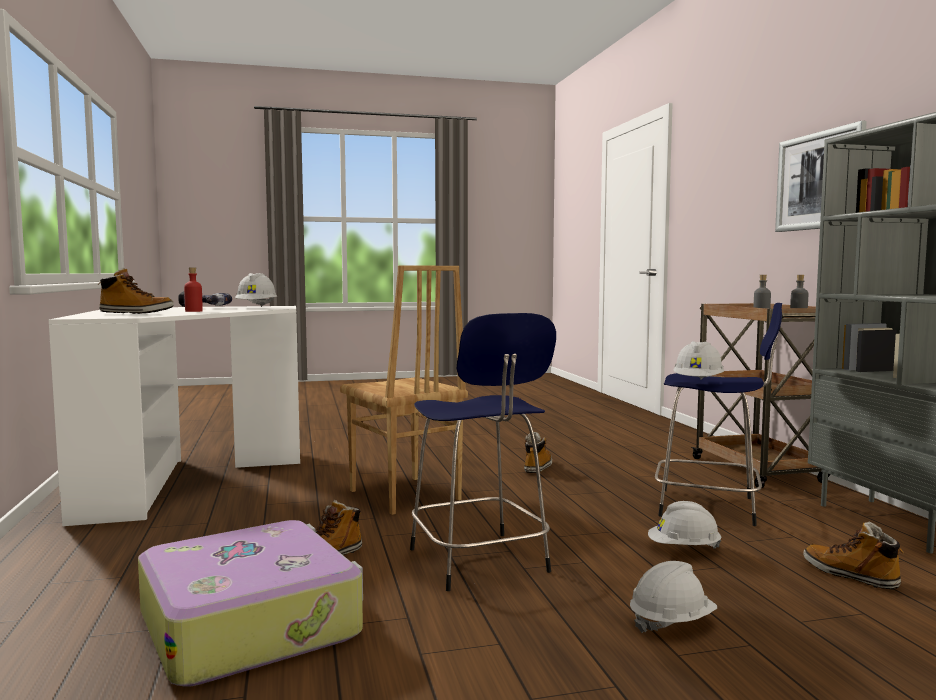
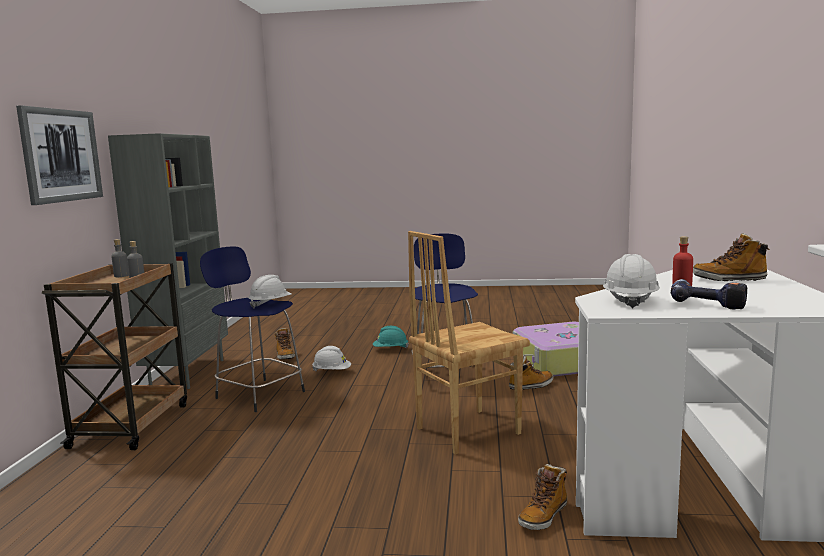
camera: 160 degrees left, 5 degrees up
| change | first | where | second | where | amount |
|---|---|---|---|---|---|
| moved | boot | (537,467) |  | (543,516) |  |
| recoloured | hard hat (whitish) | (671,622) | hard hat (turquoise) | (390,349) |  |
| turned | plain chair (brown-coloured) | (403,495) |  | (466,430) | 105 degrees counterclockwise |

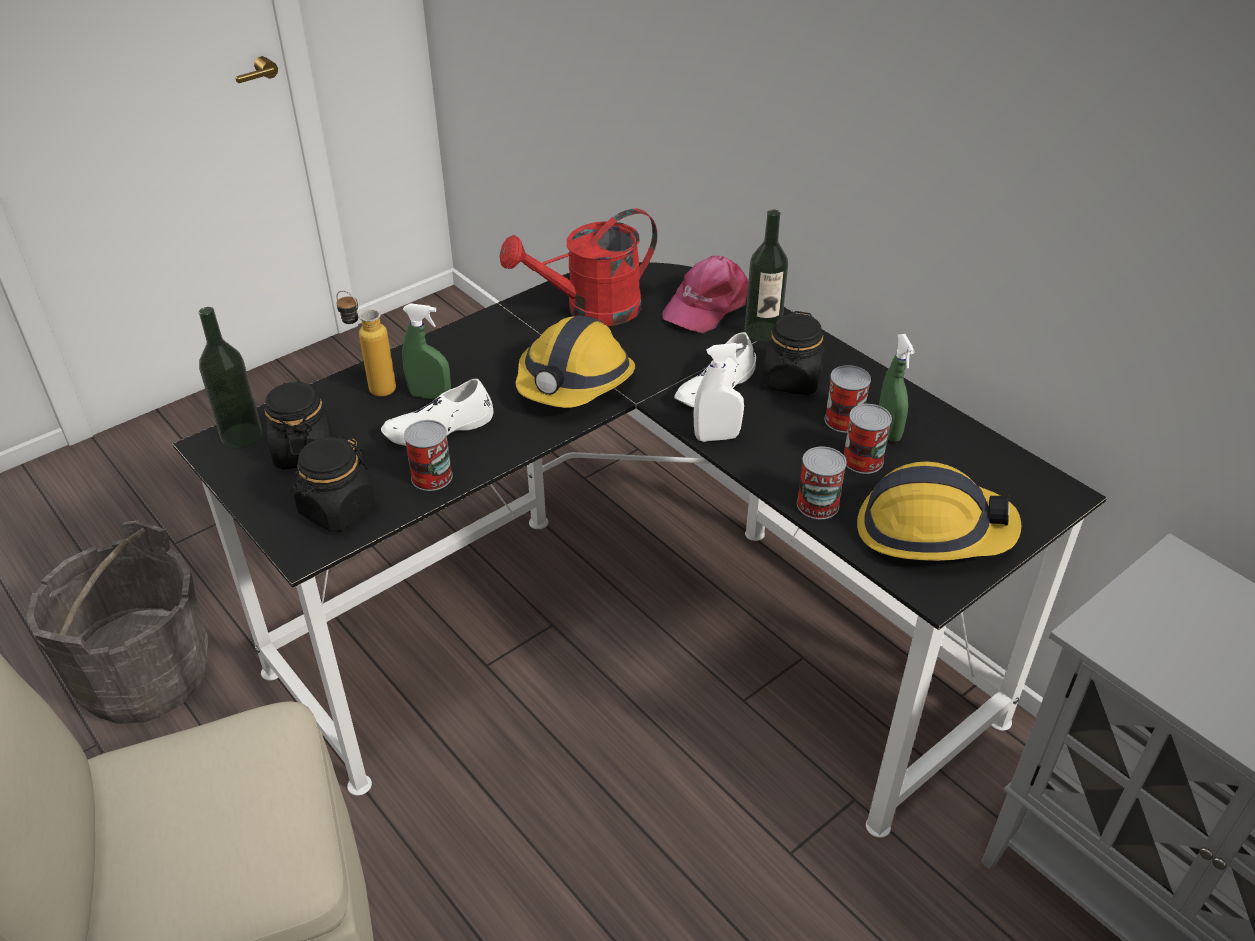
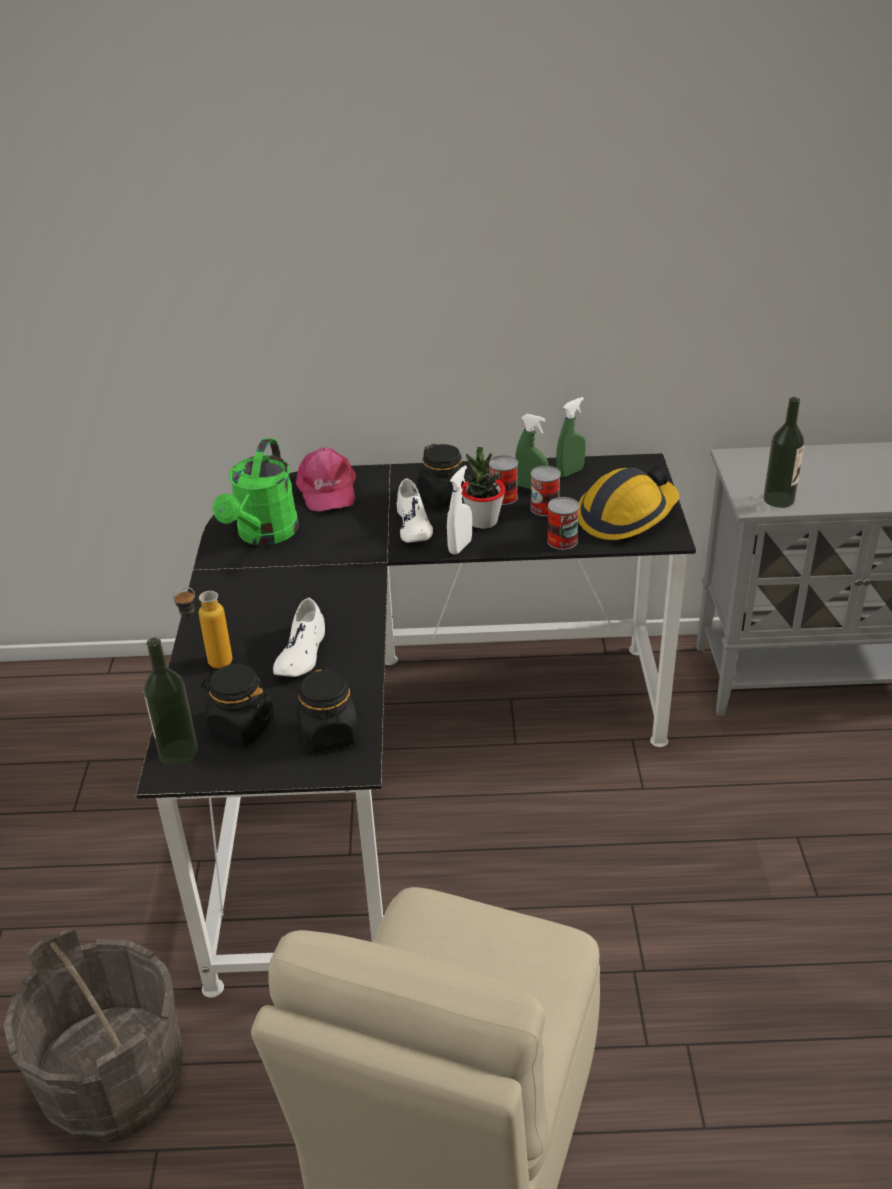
camera: 50 degrees left, 5 degrees down
| change | first | where | second | where | amount |
|---|---|---|---|---|---|
| removed | metal can | (431,477) |  |  |  |
| removed | hard hat | (574,382) |  |  |  |
| added |  |  | houseplant | (483,521) |  |
| moved | hand sprayer (green) | (430,396) |  | (570,472) |  |
| moved | drink bottle | (762,332) |  | (778,499) |  |
| recoloured | watering pot (reddish) | (590,310) | watering pot (green) | (264,535) |  |

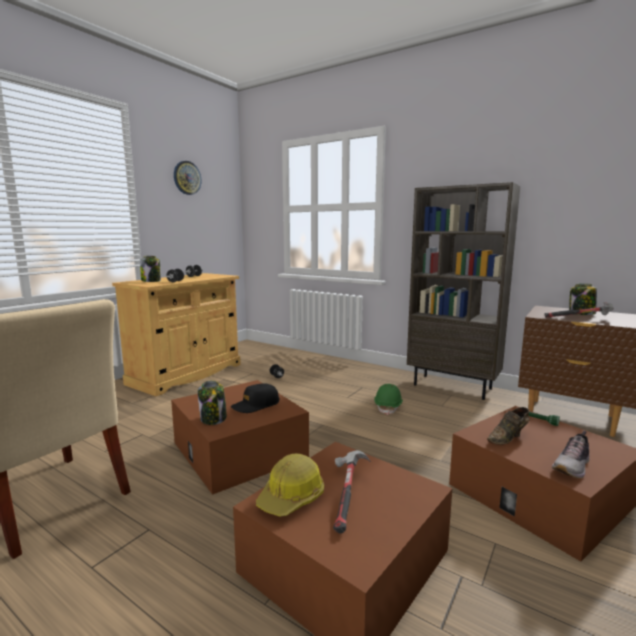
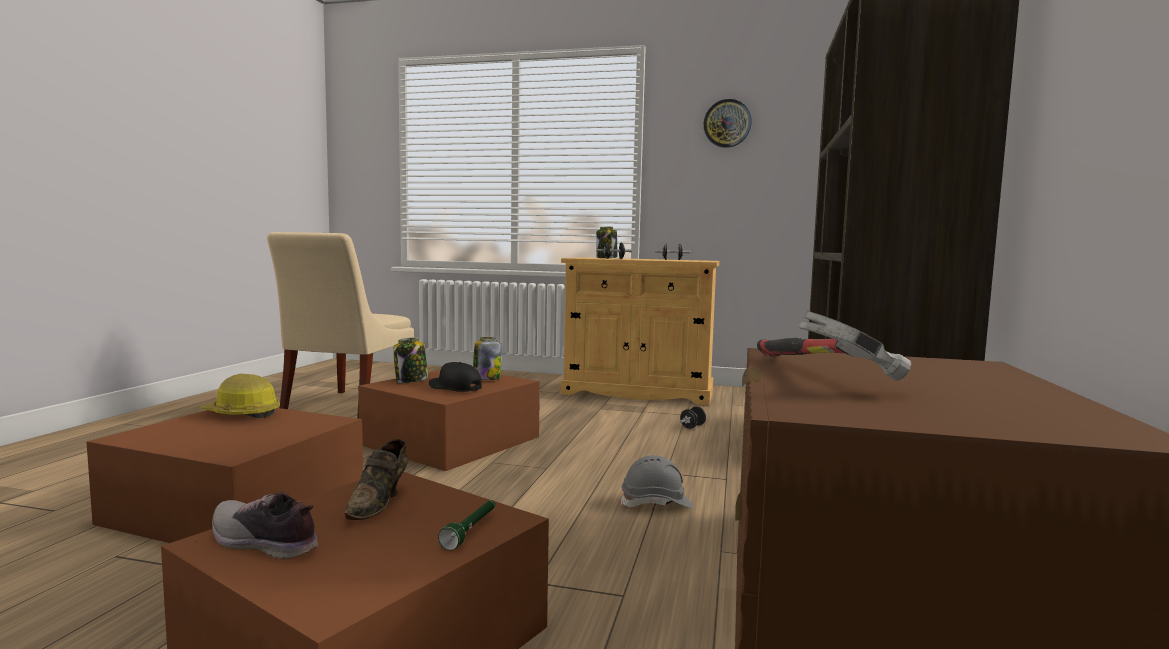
camera: 70 degrees right, 5 degrees down
| change | first | where | second | where | amount |
|---|---|---|---|---|---|
| removed | hand hammer | (347,496) |  |  |  |
| moved | jar | (581,314) |  | (486,378) |  |
| recoloured | hard hat (green) | (388,407) | hard hat (grey) | (656,504) |  |
| turned | low shoe (brown-coloured) | (508,438) |  | (380,502) | 120 degrees counterclockwise |

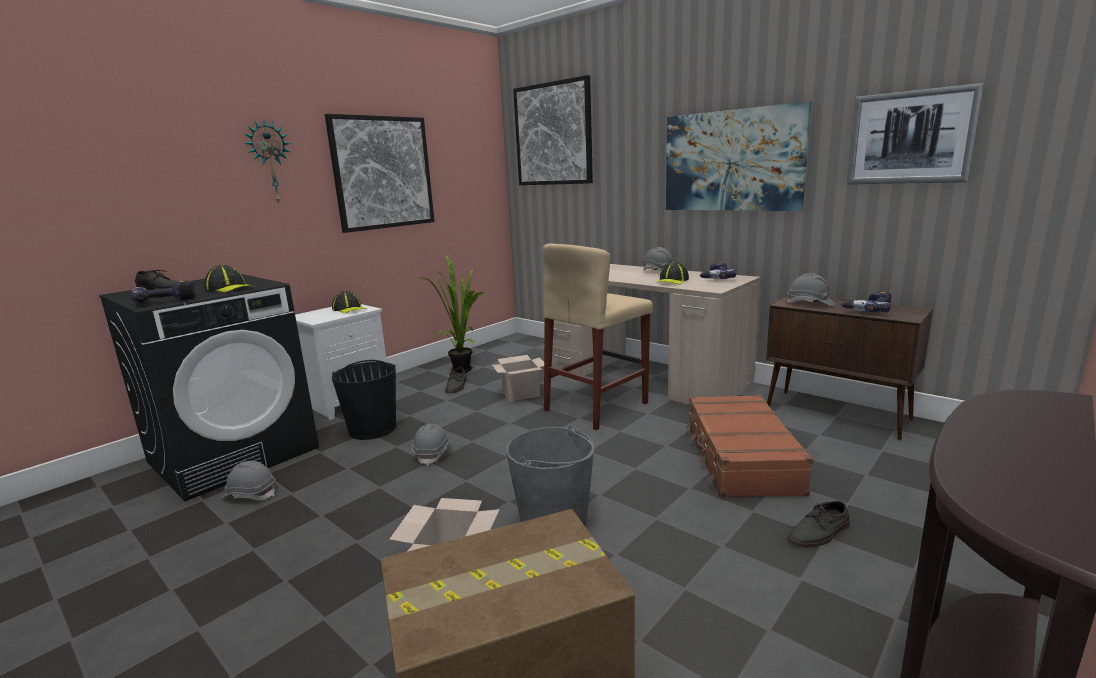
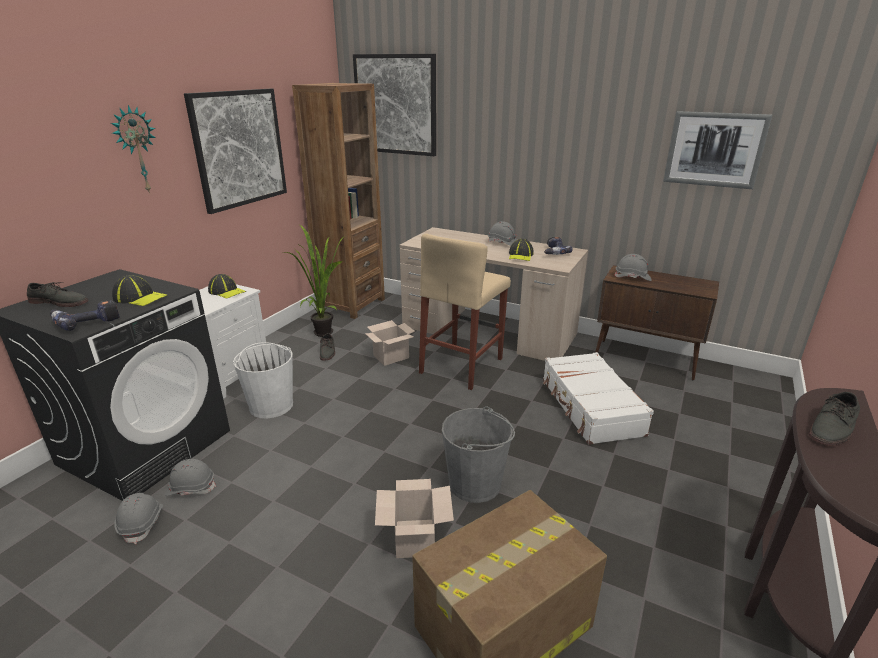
camera: 15 degrees left, 10 degrees up
| change | first | where | second | where | amount |
|---|---|---|---|---|---|
| removed | wall picture | (732,161) |  |  |  |
| removed | power drill | (867,310) |  |  |  |
| added |  |  | bookshelf (brown-coloured) | (351,304) |  |
| moved | hard hat (grey) | (433,453) |  | (142,523) |  |
| moved | low shoe (grey) | (819,533) |  | (833,428) |  |
| recoloured | bucket (black) | (372,428) | bucket (whitish) | (271,405) |  |
| recoloured | travel case (brown-coloured) | (740,458) | travel case (whitish) | (590,407) |  |

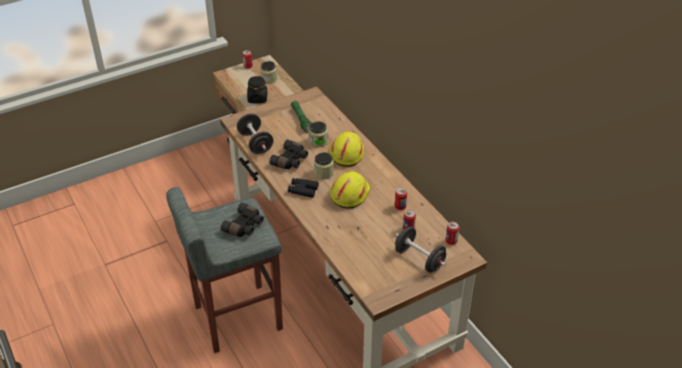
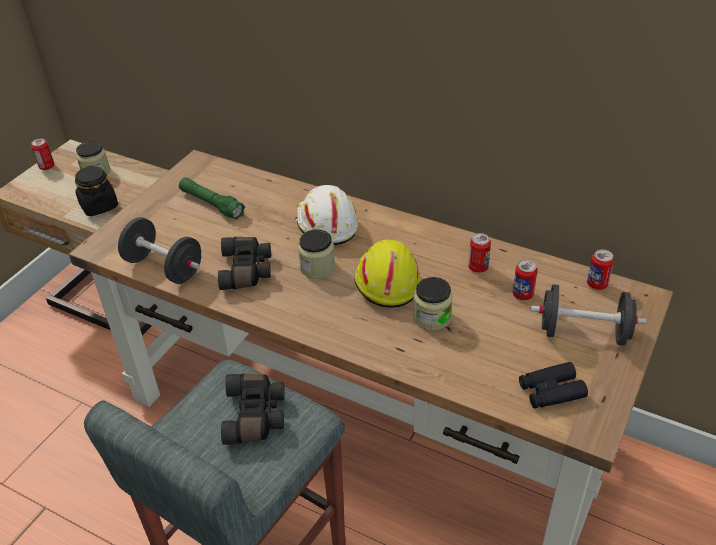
camera: 30 degrees left, 0 degrees up
| change | first | where | second | where | amount |
|---|---|---|---|---|---|
| moved | binoculars (black) | (303,190) |  | (551,391) |  |
| moved | jar | (318,142) |  | (432,317) |  |
| recoloured | hard hat (yellowish) | (346,153) | hard hat (whitish) | (325,225) |  |

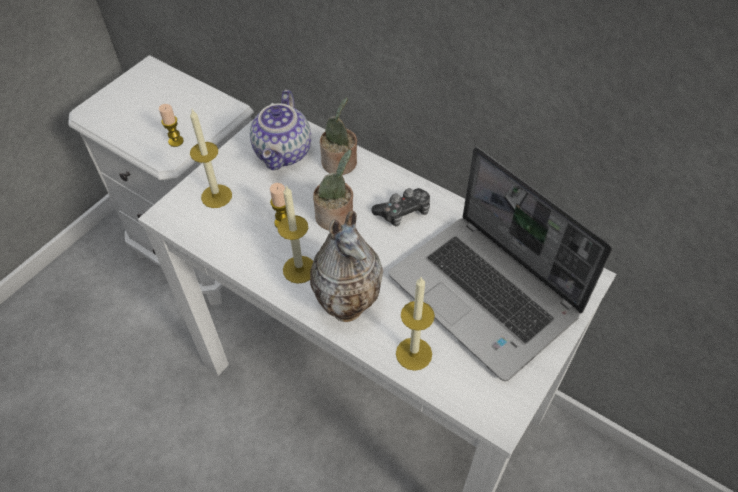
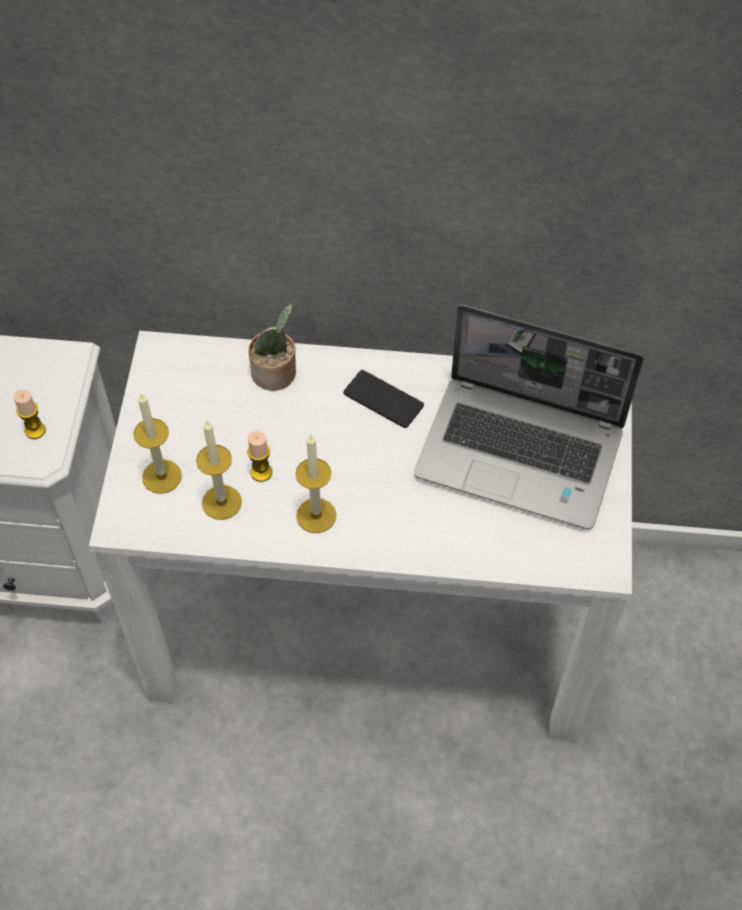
camera: 30 degrees left, 5 degrees up
| change | first | where | second | where | amount |
|---|---|---|---|---|---|
| removed | pot for tea | (284,153) |  |  |  |
| removed | vase | (349,304) |  |  |  |
| removed | houseplant | (336,218) |  |  |  |
| moved | wax light | (413,353) |  | (221,502) |  |
| replaced | game controller | (403,212) | handset | (383,399) |  |

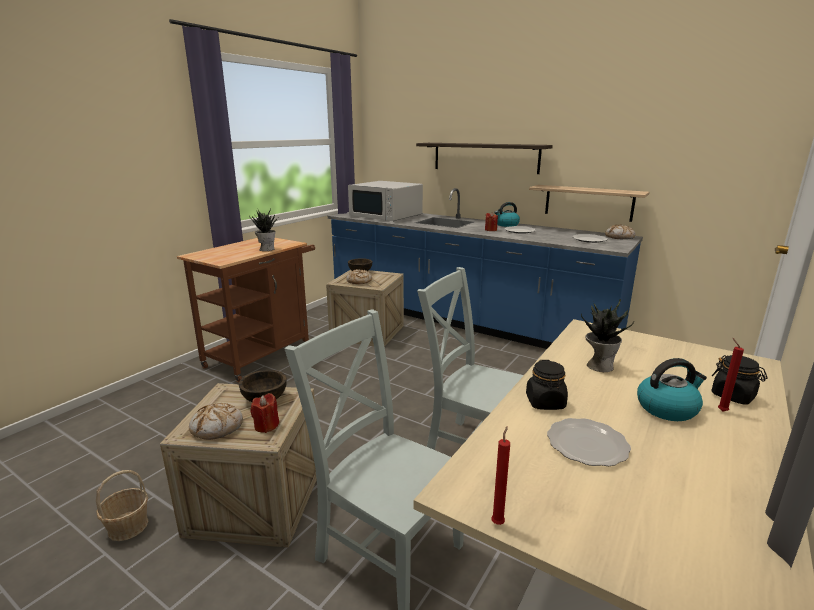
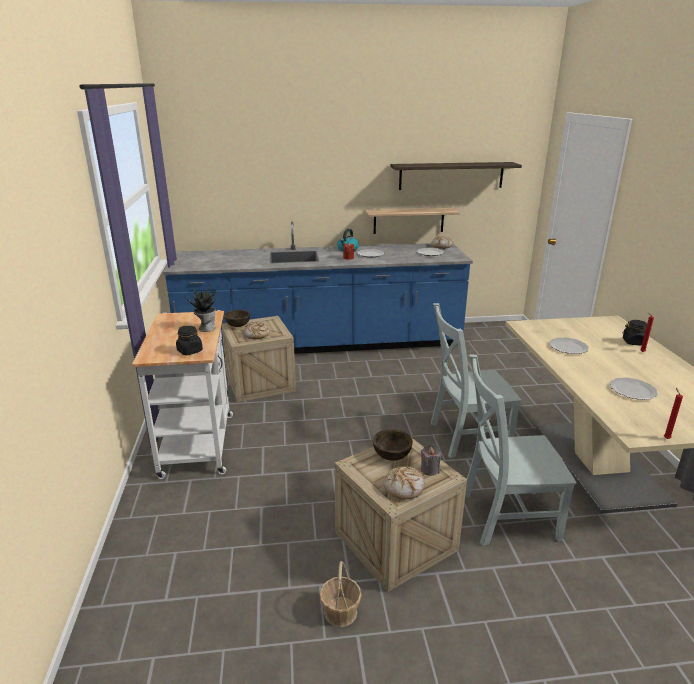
camera: 40 degrees left, 5 degrees up
| change | first | where | second | where | amount |
|---|---|---|---|---|---|
| removed | microwave oven (whitish) | (386,216) |  |  |  |
| removed | kettle | (667,408) |  |  |  |
| moved | bracket shelf | (485,157) |  | (451,175) |  |
| moved | jar (black) | (545,402) |  | (190,351) |  |
| replaced | houseplant | (599,365) | dinner plate | (568,347) |  |
| recoloured | trolley (brown-coloured) | (263,354) | trolley (whitish) | (198,440) |  |
| recoloured | wax light (reddish) | (266,426) | wax light (grey) | (430,469) |  |

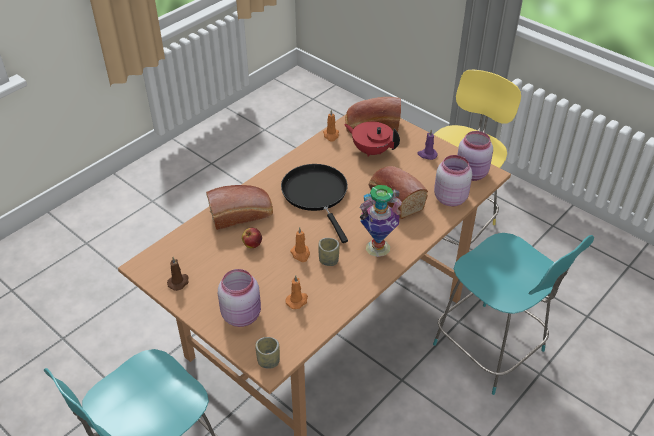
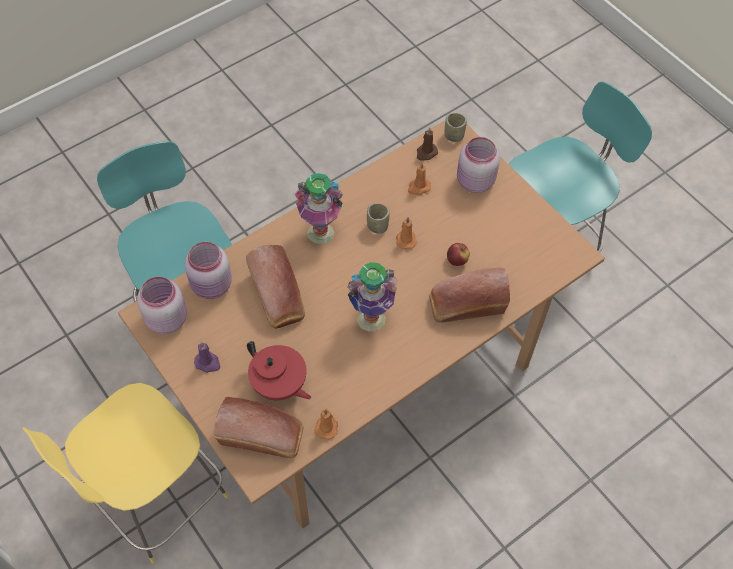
camera: 170 degrees left, 15 degrees up
| change | first | where | second | where | amount |
|---|---|---|---|---|---|
| moved | wax light (brown-coloured) | (179,282) |  | (426,153) |  |
| replaced | frying pan (black) | (316,195) | vase | (371,319) |  |

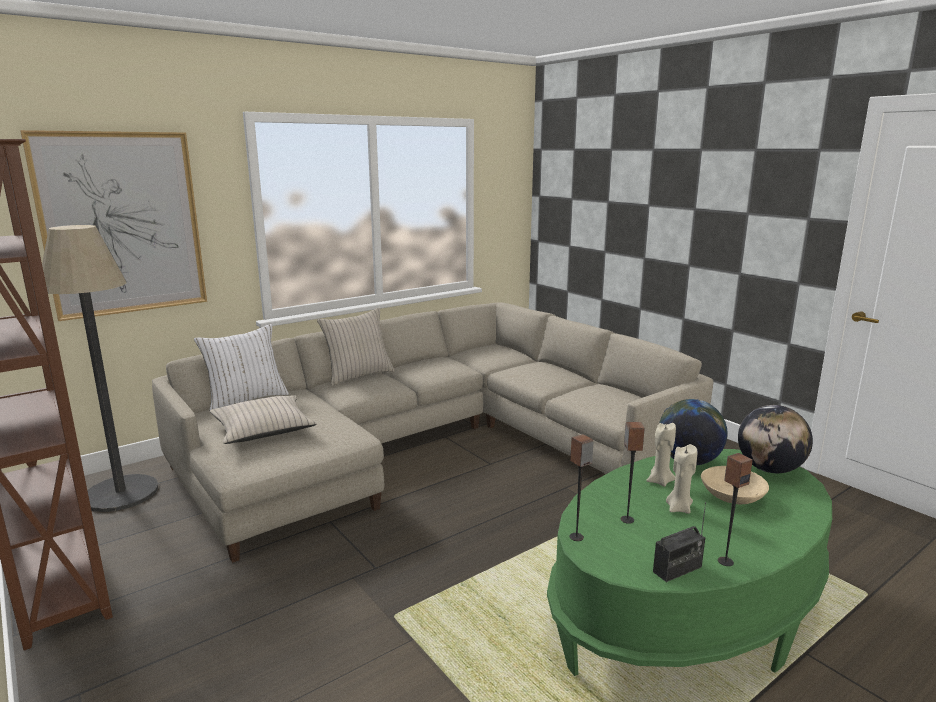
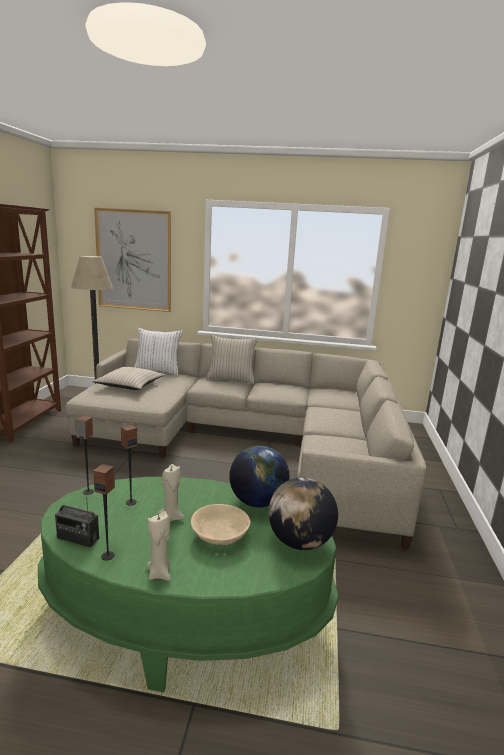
camera: 45 degrees right, 0 degrees up
| change | first | where | second | where | amount |
|---|---|---|---|---|---|
| moved | wax light (beige) | (659,481) |  | (160,573) |  |

